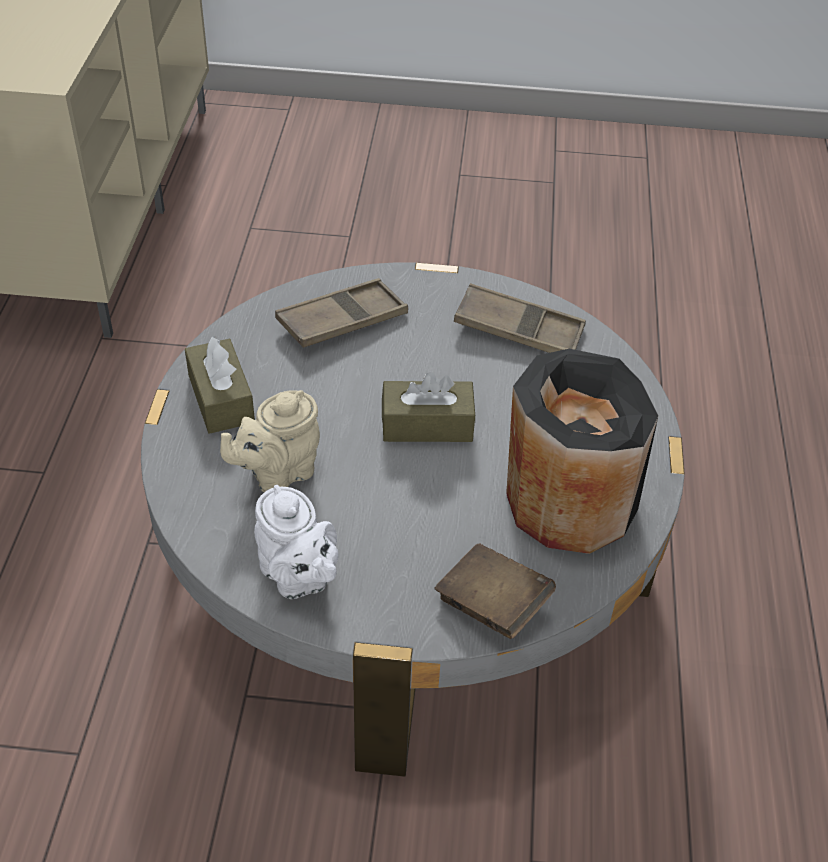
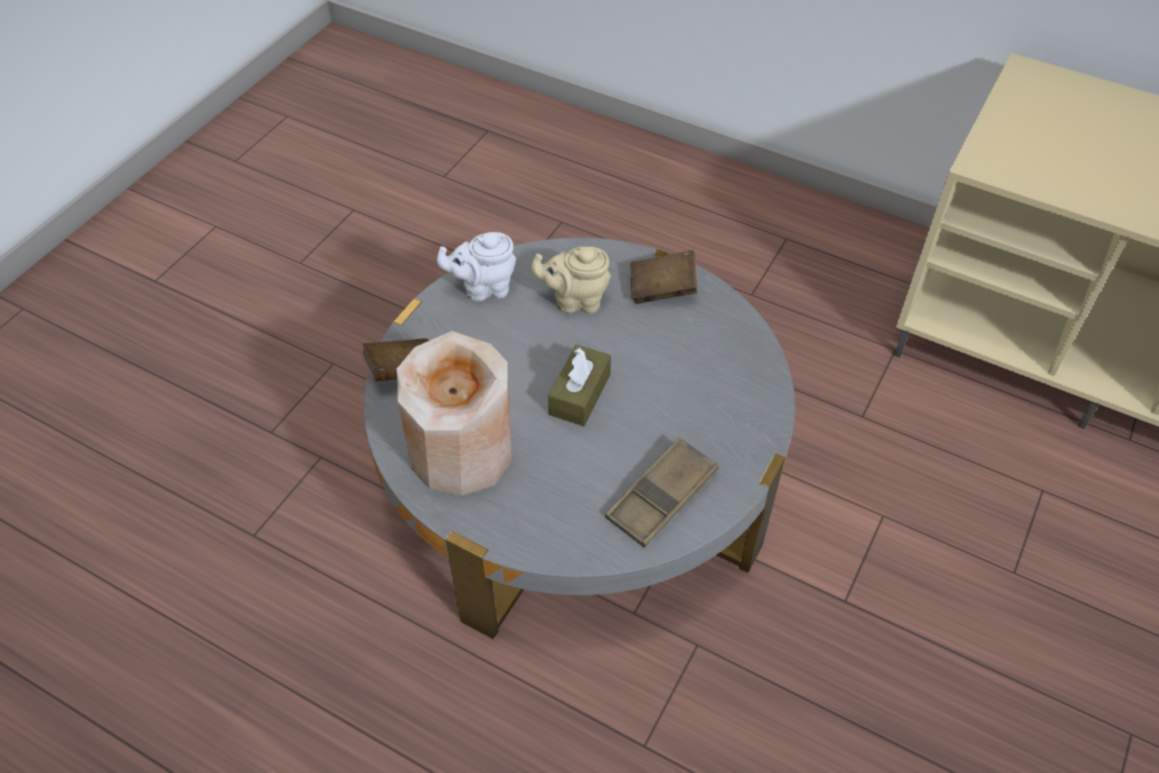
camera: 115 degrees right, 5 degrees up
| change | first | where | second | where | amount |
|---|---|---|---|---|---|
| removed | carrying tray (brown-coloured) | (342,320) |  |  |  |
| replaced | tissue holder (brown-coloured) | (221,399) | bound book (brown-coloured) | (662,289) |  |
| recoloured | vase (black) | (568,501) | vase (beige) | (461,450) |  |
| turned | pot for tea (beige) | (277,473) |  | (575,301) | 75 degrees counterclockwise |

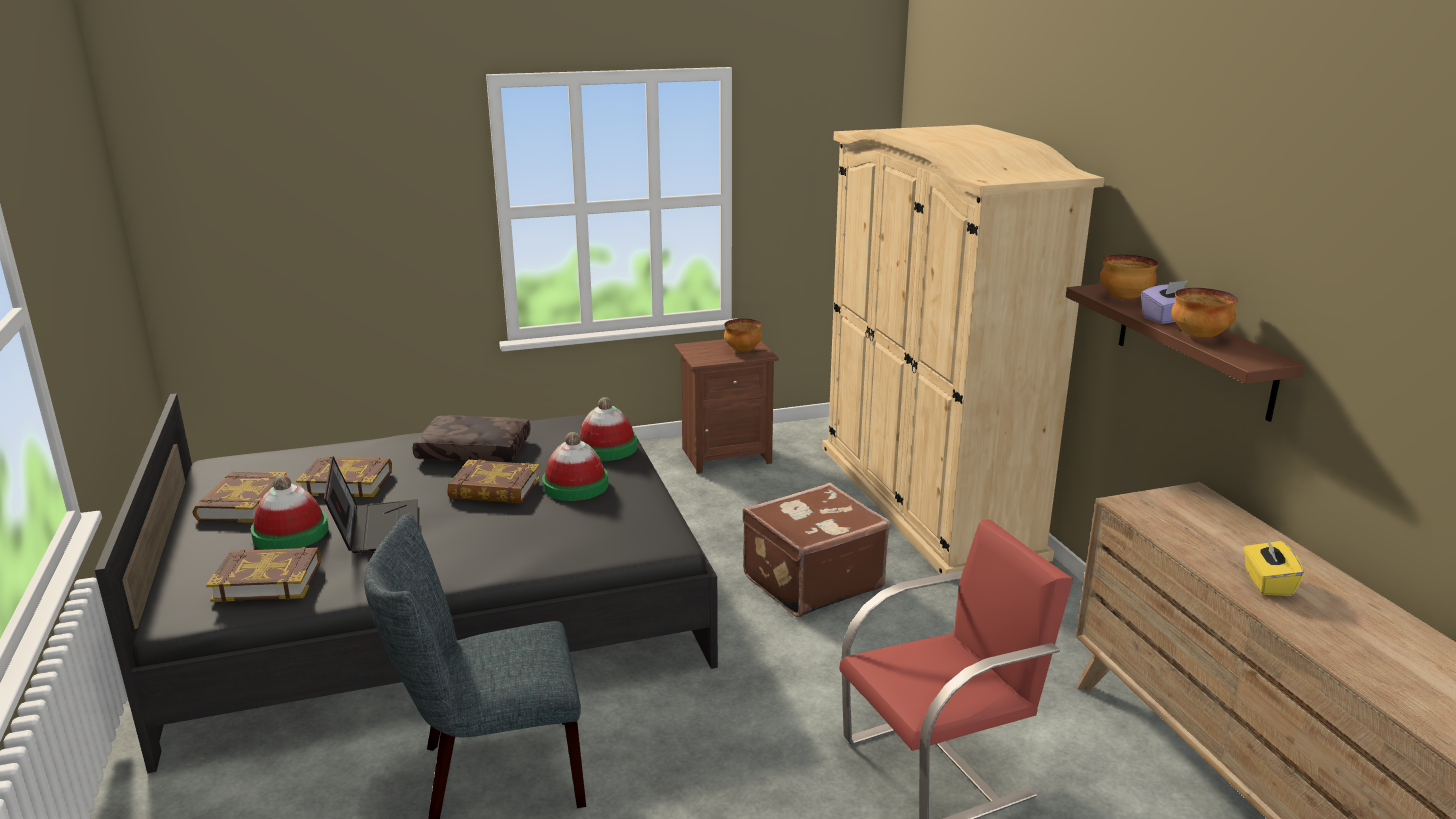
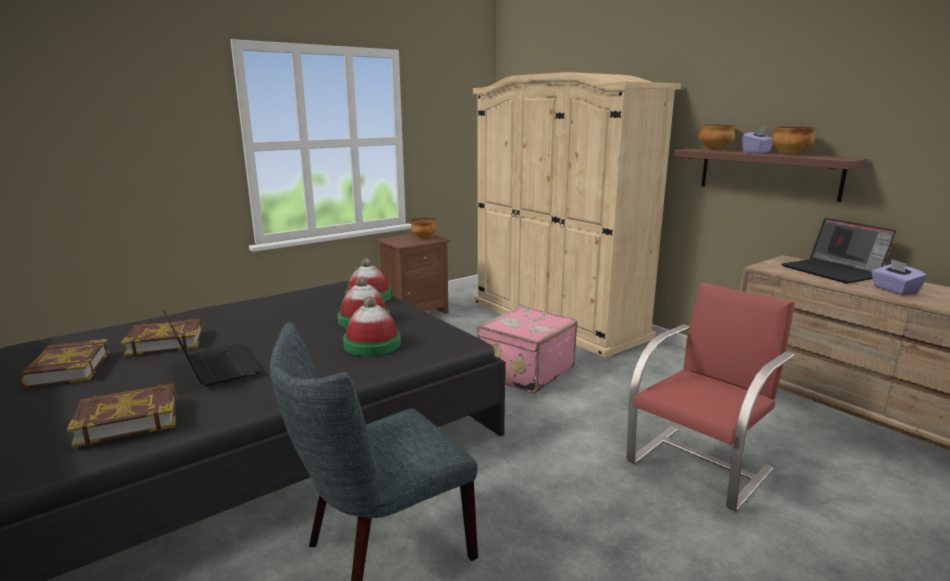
camera: 20 degrees left, 5 degrees down
| change | first | where | second | where | amount |
|---|---|---|---|---|---|
| removed | cushion (brown-coloured) | (472,452) |  |  |  |
| removed | bound book | (494,489) |  |  |  |
| added |  |  | notebook computer | (833,272) |  |
| moved | hat | (291,533) |  | (372,344) |  |
| recoloured | travel case (brown-coloured) | (810,581) | travel case (pinkish) | (524,372) |  |
| recoloured | tissue holder (yellowish) | (1267,583) | tissue holder (purple-coloured) | (894,290) |  |

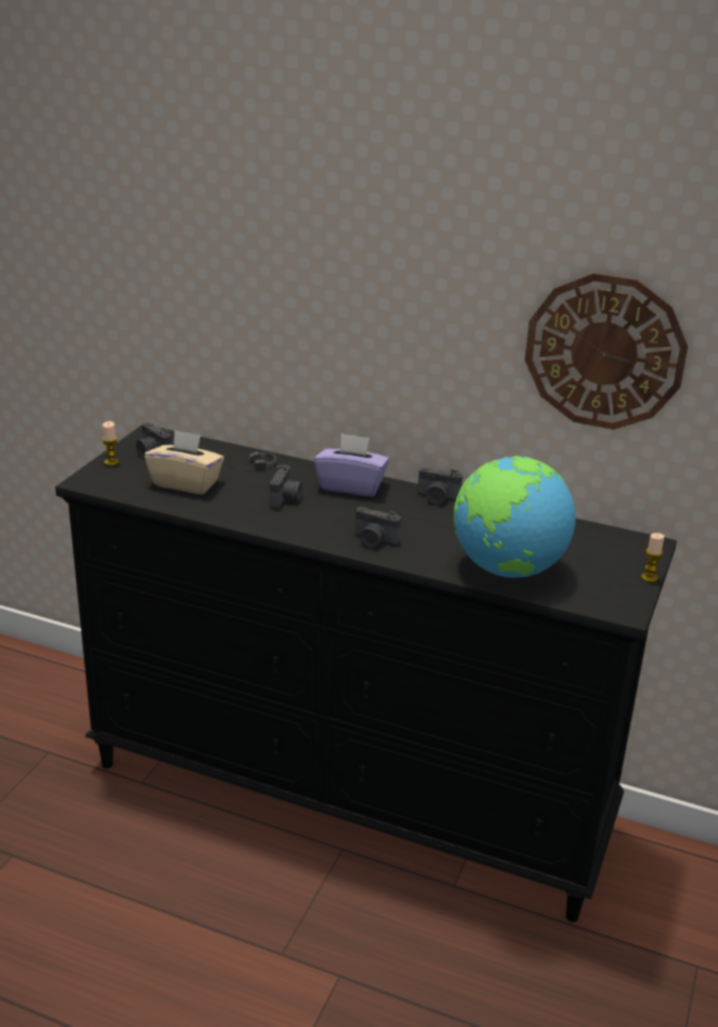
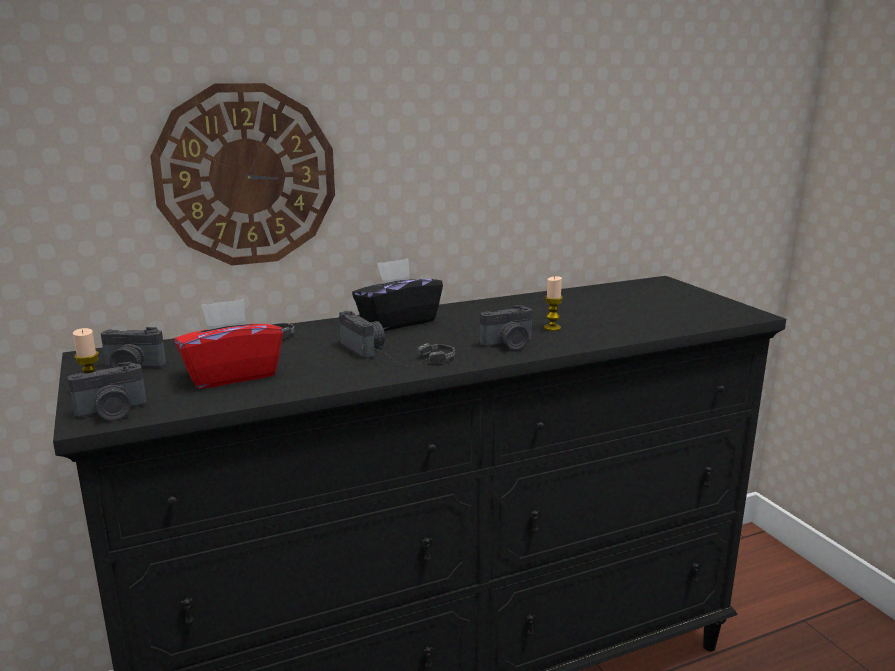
camera: 45 degrees left, 10 degrees down
| change | first | where | second | where | amount |
|---|---|---|---|---|---|
| removed | globe | (507,569) |  |  |  |
| added |  |  | pair of headphones | (411,364) |  |
| moved | still camera | (437,498) |  | (112,413) |  |
| moved | hanging clock | (604,352) |  | (246,176) |  |
| moved | wax light | (649,578) |  | (552,328) |  |
| recoloured | tissue holder (beige) | (186,483) | tissue holder (reddish) | (231,375) |  |
| recoloured | tissue holder (purple-coloured) | (351,486) | tissue holder (black) | (397,322) |  |

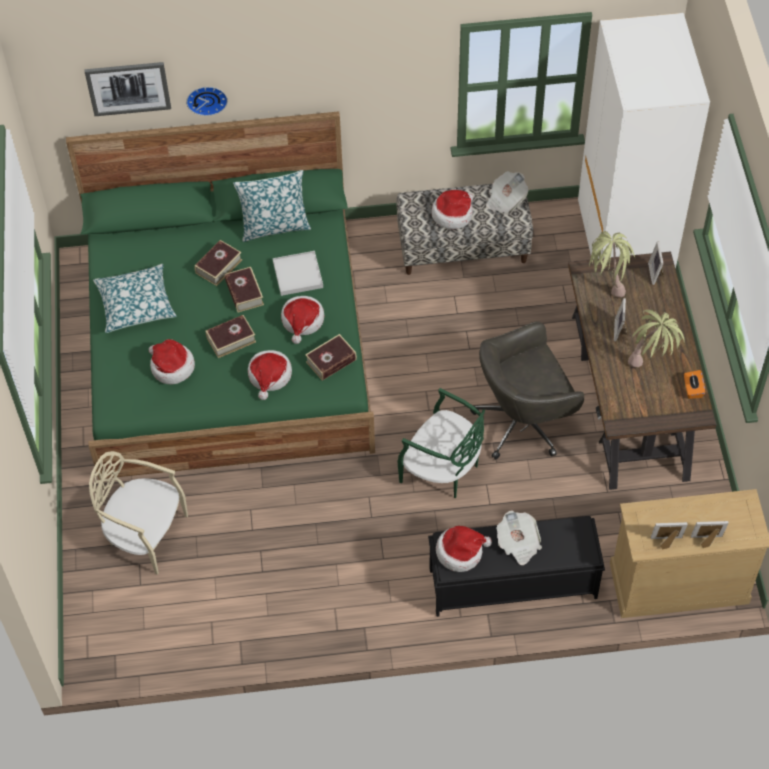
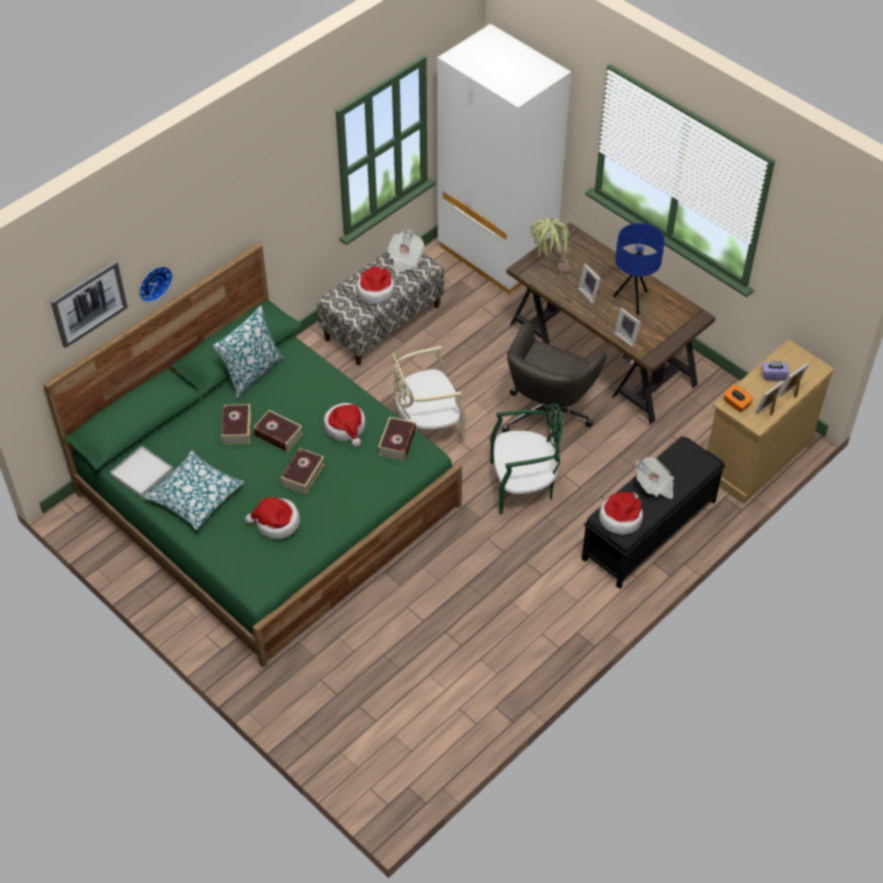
camera: 40 degrees left, 5 degrees down
| change | first | where | second | where | amount |
|---|---|---|---|---|---|
| removed | hat | (270,376) |  |  |  |
| added |  |  | tissue holder (purple-coloured) | (773,375) |  |
| moved | plain chair (beige) | (145,535) |  | (428,424) |  |
| moved | carrying tray (whitish) | (298,275) |  | (142,473) |  |
| moved | standing frame | (656,273) |  | (627,337) |  |
| moved | tissue holder (orange-coloured) | (692,389) |  | (736,404) |  |
| replaced | houseplant | (651,363) | tabletop lamp (bluish) | (632,303) |  |

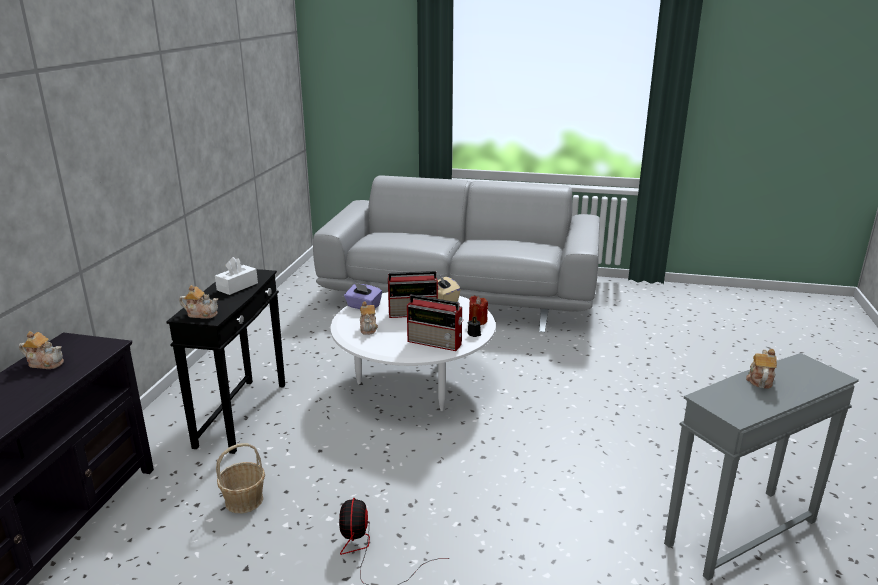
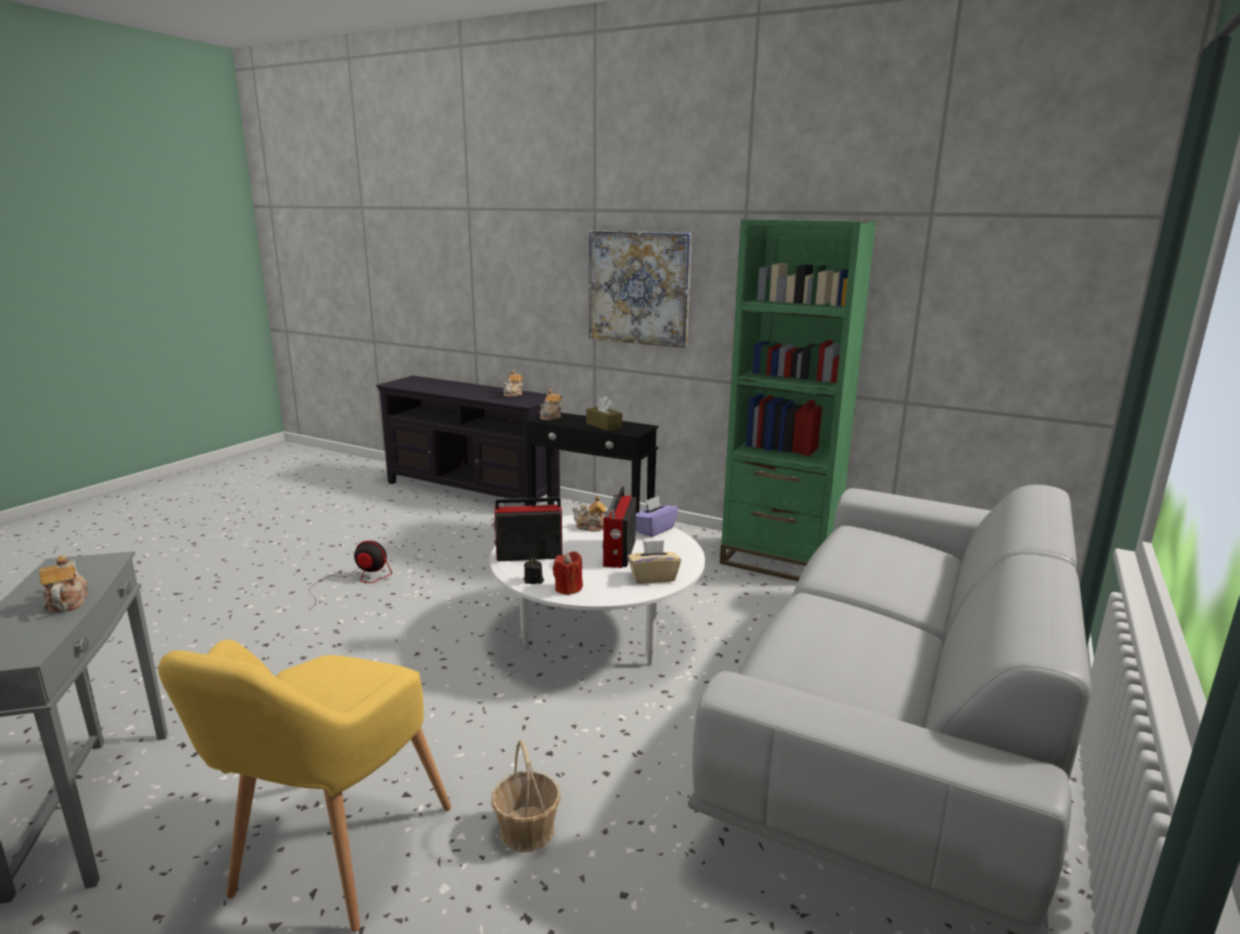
camera: 105 degrees right, 5 degrees down
| change | first | where | second | where | amount |
|---|---|---|---|---|---|
| added |  |  | easy chair (yellowish) | (330,860) |  |
| added |  |  | wall picture | (639,288) |  |
| added |  |  | bookshelf (green) | (779,561) |  |
| moved | basket | (244,500) |  | (527,830) |  |
| recoloured | tissue holder (whitish) | (237,286) | tissue holder (brown-coloured) | (604,425) |  |
| turned | radio | (436,343) |  | (527,555) | 45 degrees clockwise |
| turned | pot for tea | (759,380) |  | (67,602) | 150 degrees counterclockwise |

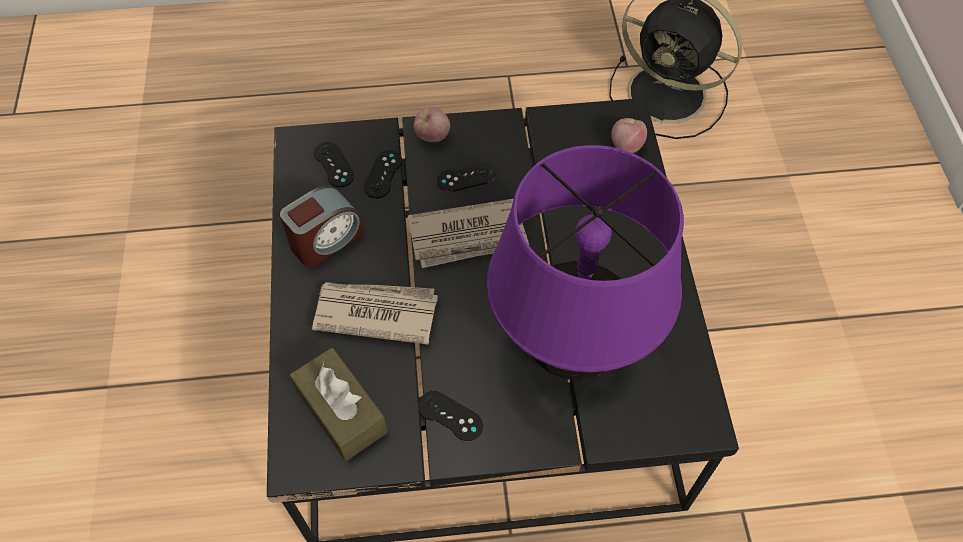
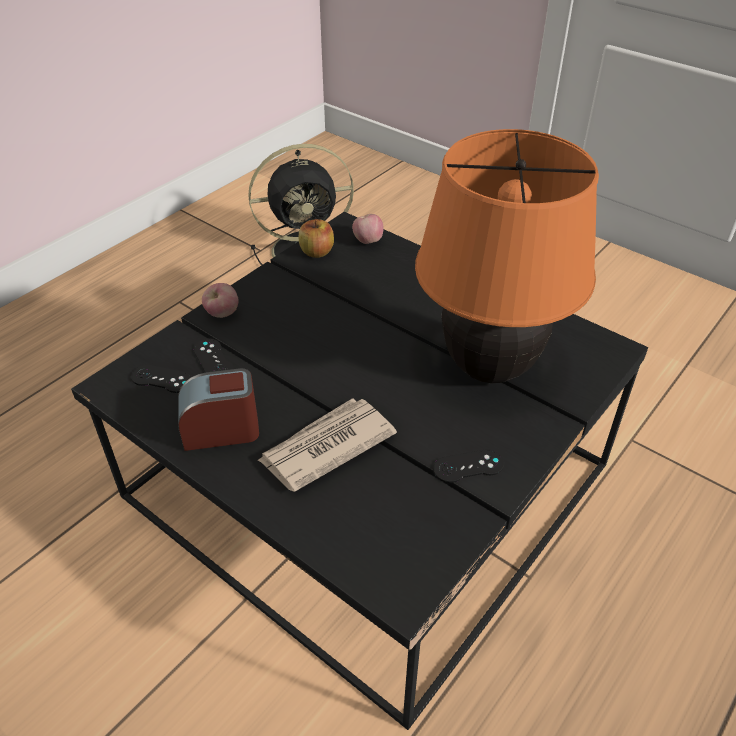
camera: 45 degrees left, 15 degrees down
| change | first | where | second | where | amount |
|---|---|---|---|---|---|
| removed | tissue holder (brown-coloured) | (341,411) |  |  |  |
| removed | printed paper | (469,236) |  |  |  |
| removed | game controller (black) | (466,177) |  |  |  |
| added |  |  | whole apple | (317,252) |  |
| recoloured | tabletop lamp (purple-coloured) | (572,350) | tabletop lamp (orange-coloured) | (489,368) |  |
| turned | table clock | (326,240) |  | (221,430) | 105 degrees counterclockwise |

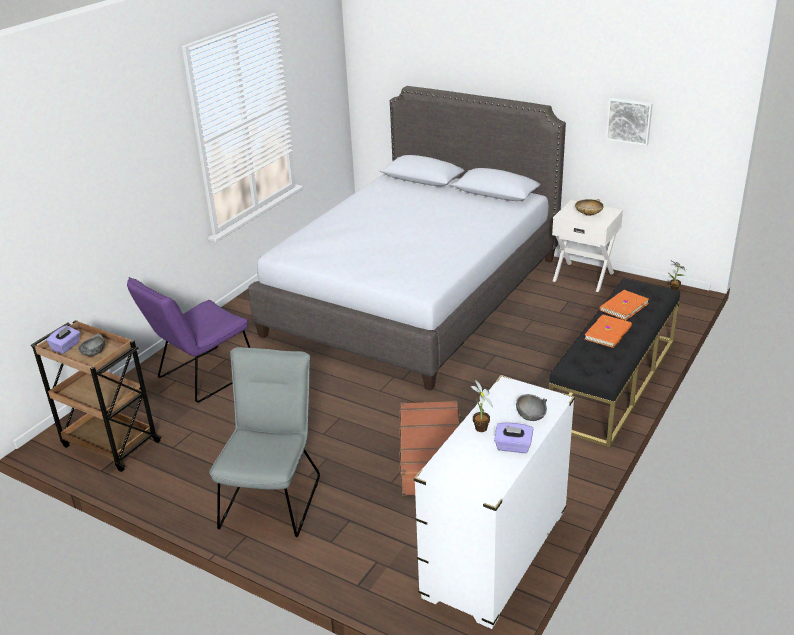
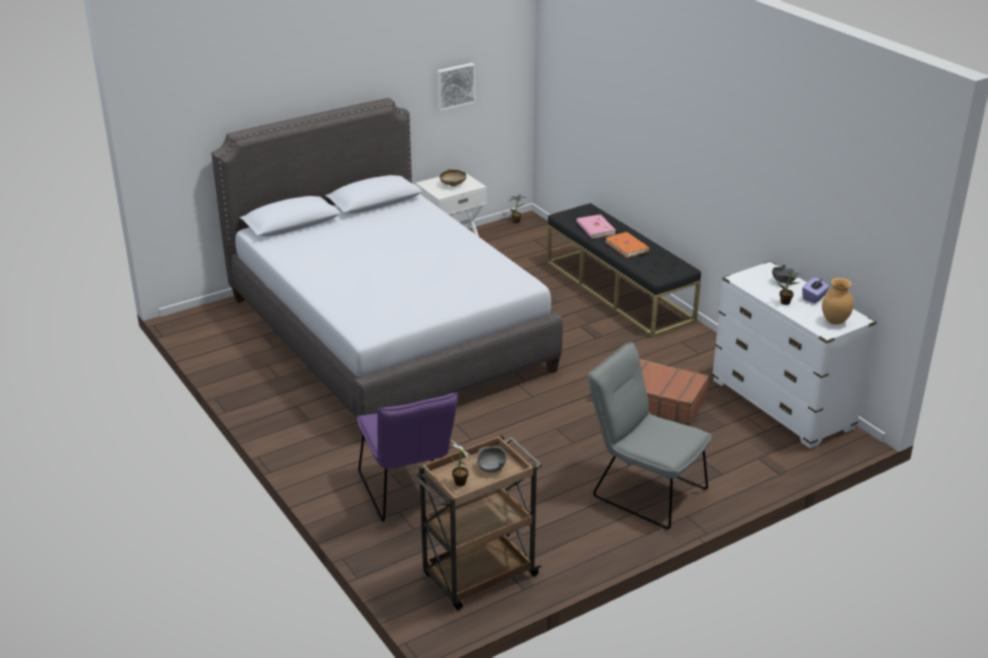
camera: 65 degrees left, 0 degrees up
| change | first | where | second | where | amount |
|---|---|---|---|---|---|
| added |  |  | vase (brown-coloured) | (834,321) |  |
| replaced | tissue holder (purple-coloured) | (66,347) | houseplant | (460,484) |  |
| recoloured | bound book (orange-coloured) | (623,307) | bound book (pinkish) | (595,229) |  |

